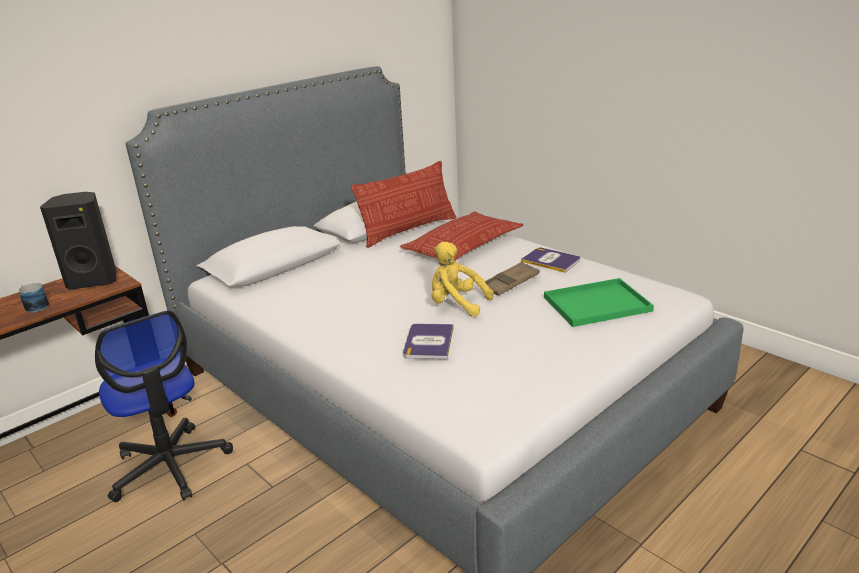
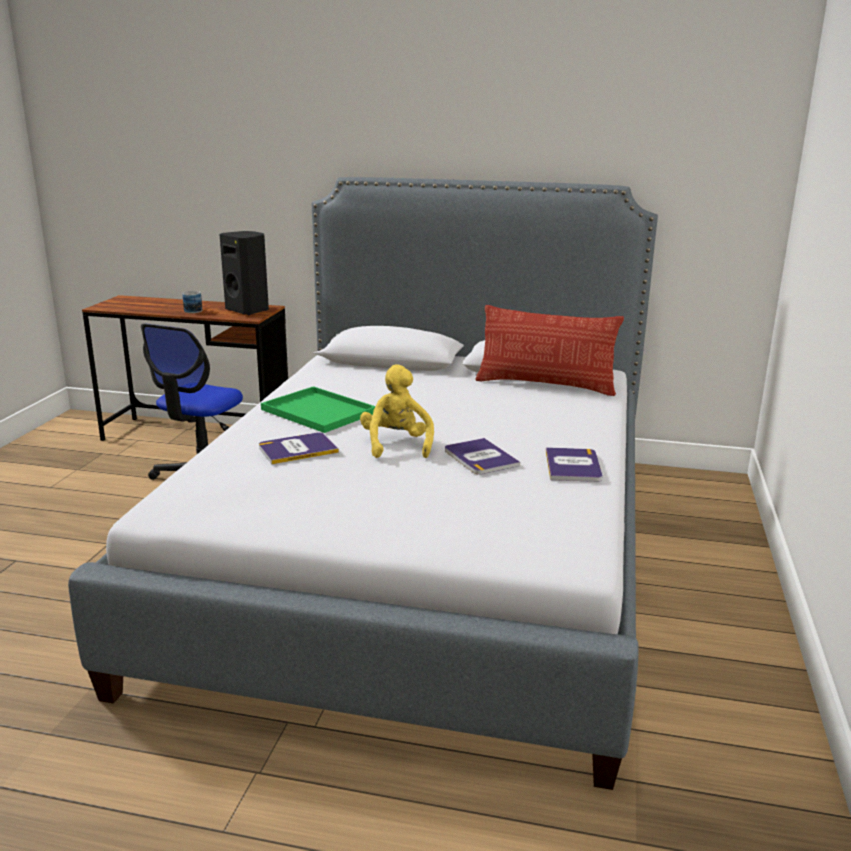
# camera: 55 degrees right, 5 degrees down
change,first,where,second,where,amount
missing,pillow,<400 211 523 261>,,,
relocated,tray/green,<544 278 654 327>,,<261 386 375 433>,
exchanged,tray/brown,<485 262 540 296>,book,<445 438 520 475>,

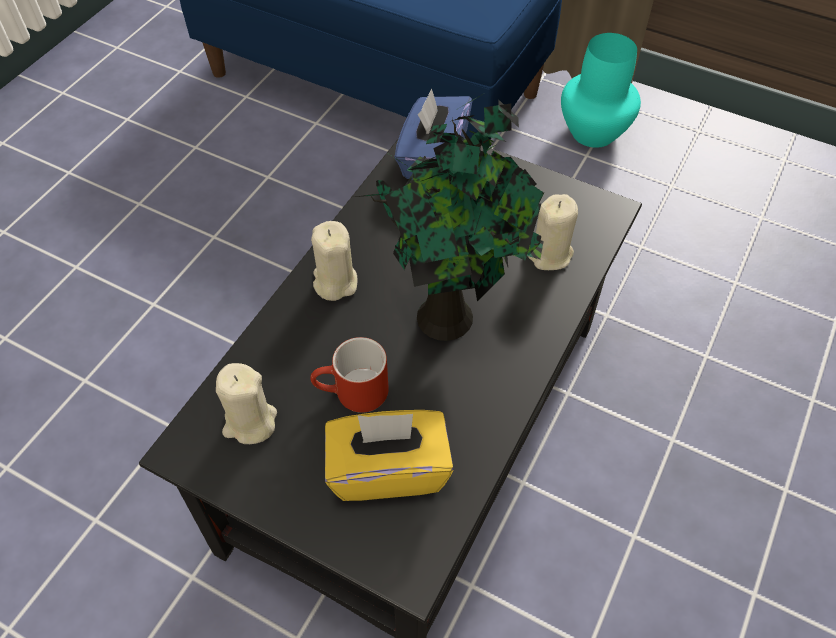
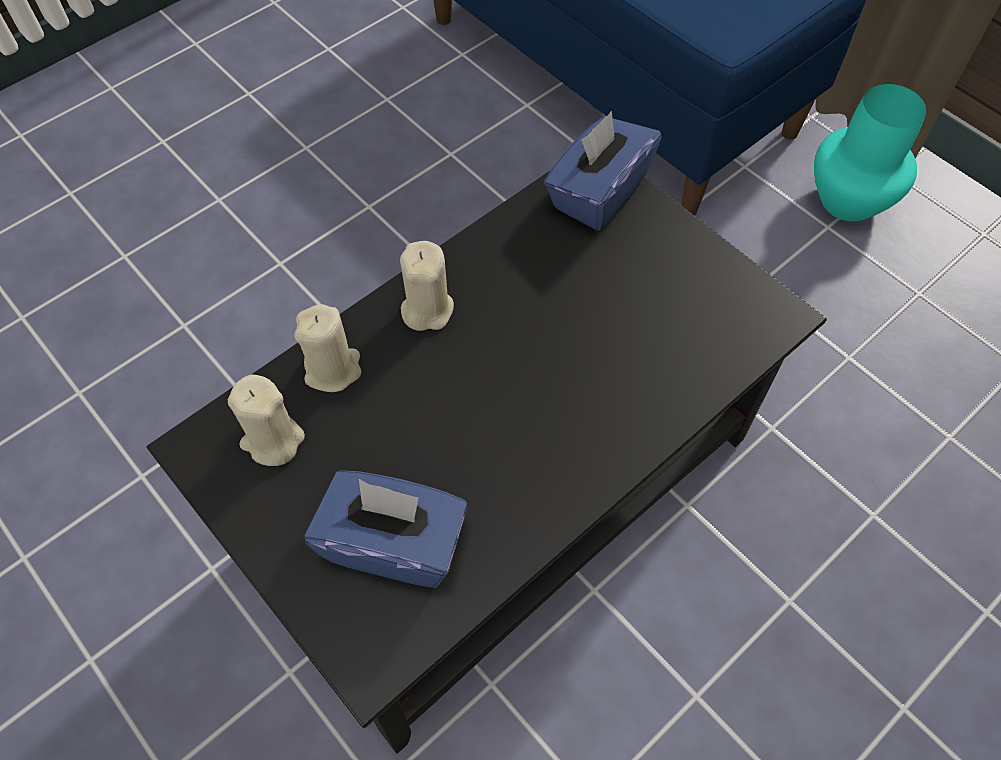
# camera: 20 degrees right, 5 degrees up
change,first,where,second,where,amount
missing,mug/red,<310 337 389 413>,,,
missing,potted plant,<356 94 544 341>,,,
relocated,candle/beige,<528 194 578 270>,,<294 304 362 392>,
colour,tissue box/yellow,<325 410 454 501>,tissue box/blue,<305 470 468 588>,

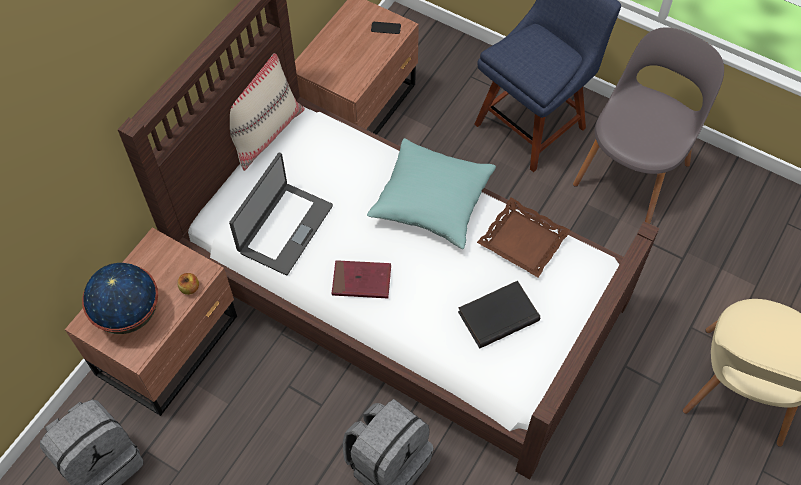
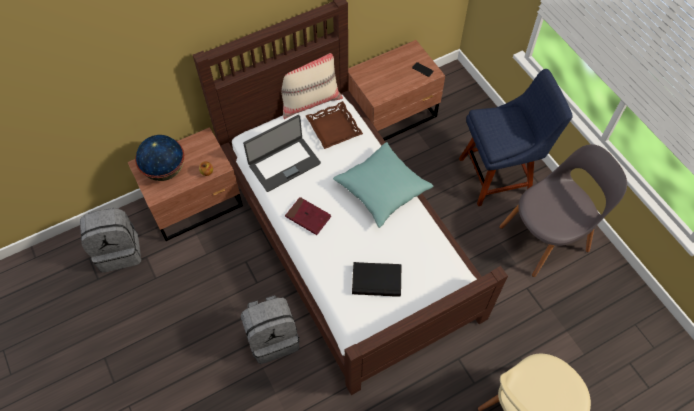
# camera: 30 degrees right, 0 degrees up
change,first,where,second,where,amount
relocated,tray/brown,<477 198 571 277>,,<306 101 363 149>,

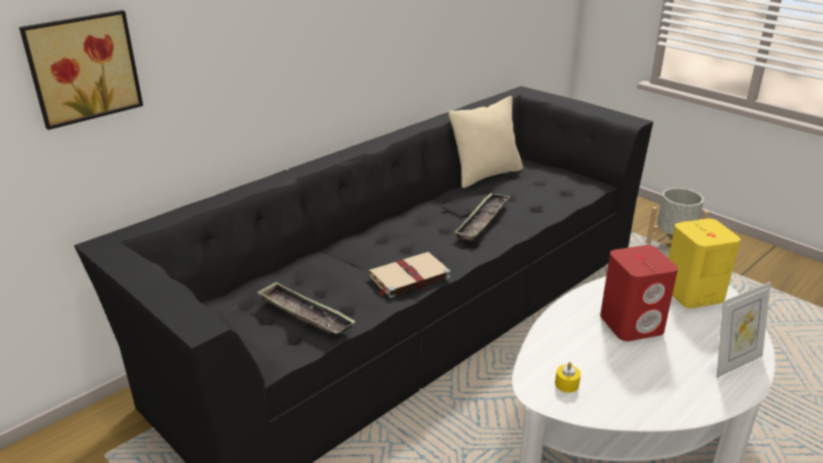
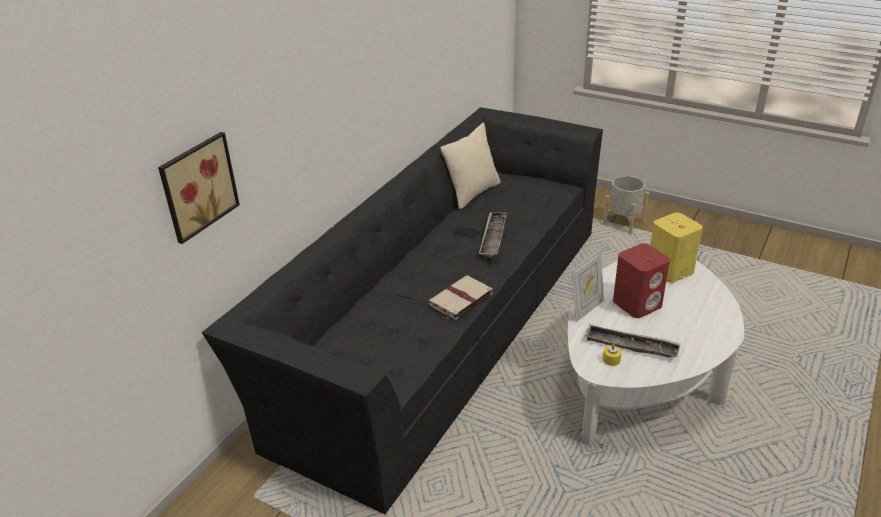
# camera: 15 degrees left, 5 degrees up
change,first,where,second,where,amount
relocated,tray,<257 281 356 334>,,<585 324 681 358>,
relocated,picture frame,<717 282 771 378>,,<572 250 604 322>,

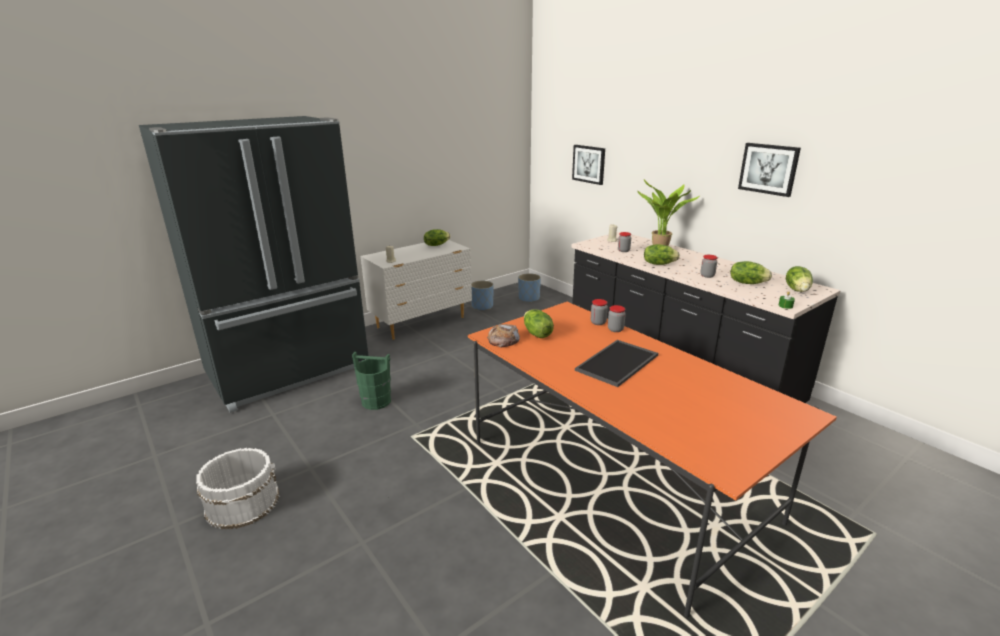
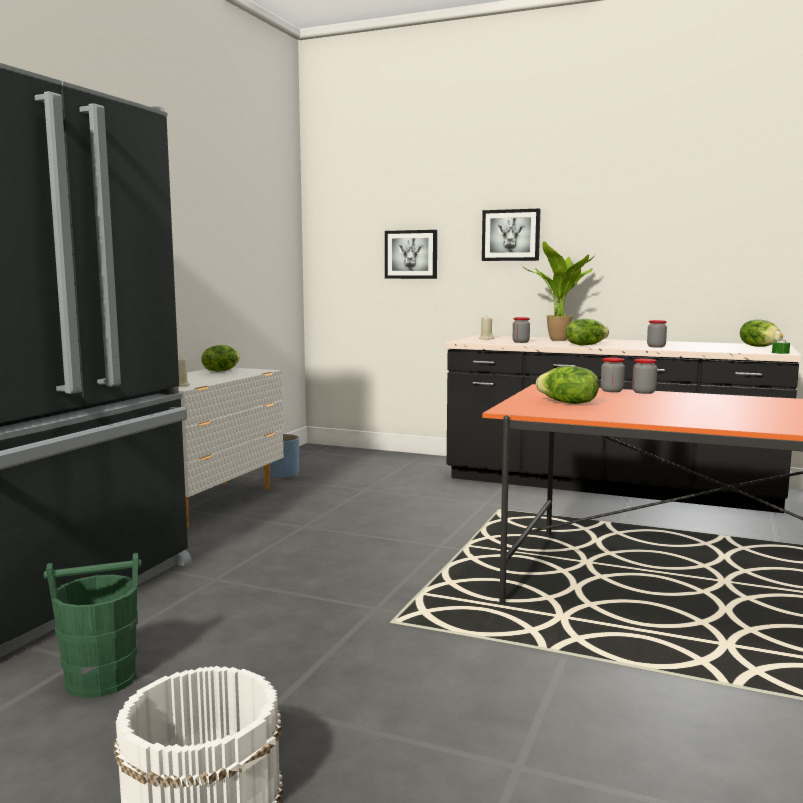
# camera: 30 degrees left, 15 degrees down
change,first,where,second,where,amount
missing,bread,<487 324 520 348>,,,
missing,planter/blue,<518 273 541 303>,,,
missing,tray,<575 340 658 387>,,,
missing,lettuce,<731 261 772 284>,,,
relocated,bucket/green,<352 352 391 410>,,<44 553 142 698>,
relocated,picture,<738 143 801 197>,,<482 208 540 261>,

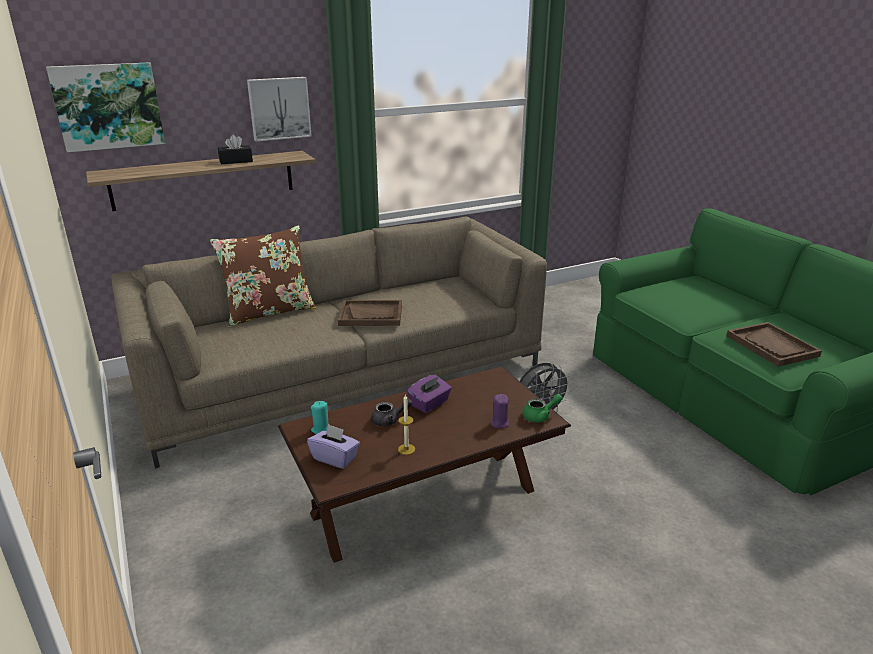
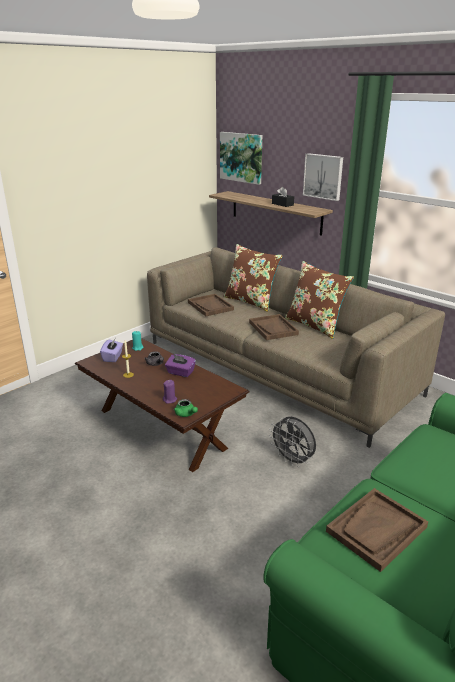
# camera: 70 degrees right, 0 degrees up
change,first,where,second,where,amount
appeared,,,tray/brown,<188 294 234 316>,
appeared,,,pillow/brown,<285 261 354 339>,

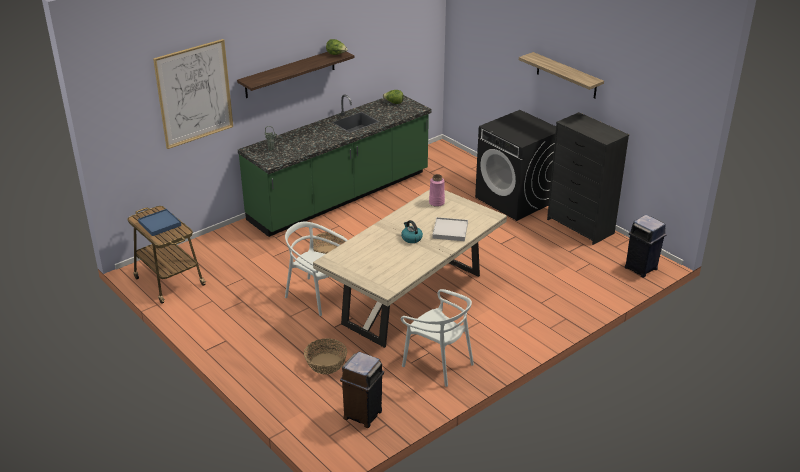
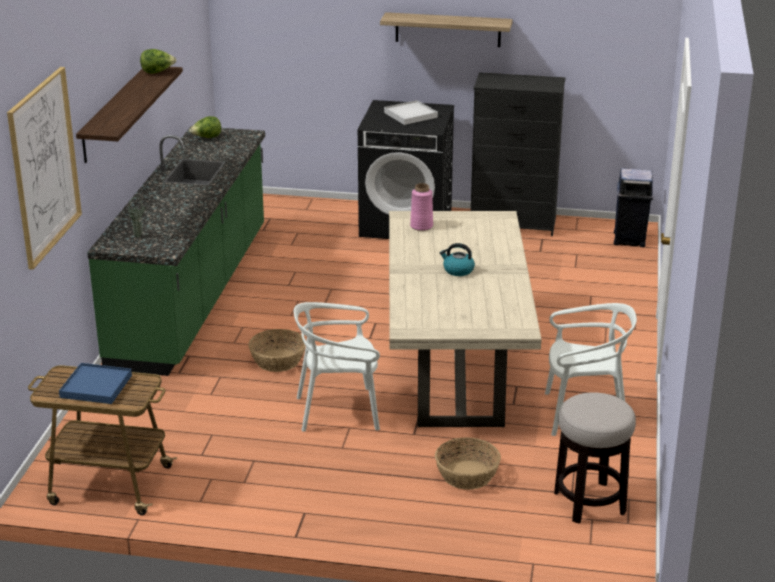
# camera: 40 degrees left, 5 degrees down
change,first,where,second,where,amount
relocated,tray/white,<432 217 468 241>,,<384 100 438 125>,
exchanged,trash can/brown,<340 352 384 428>,stool,<554 392 636 524>,

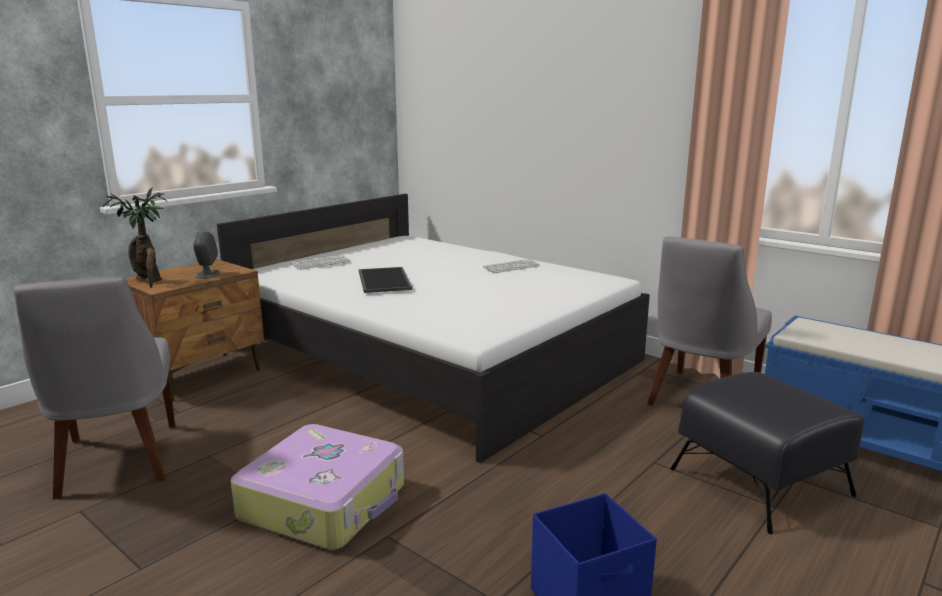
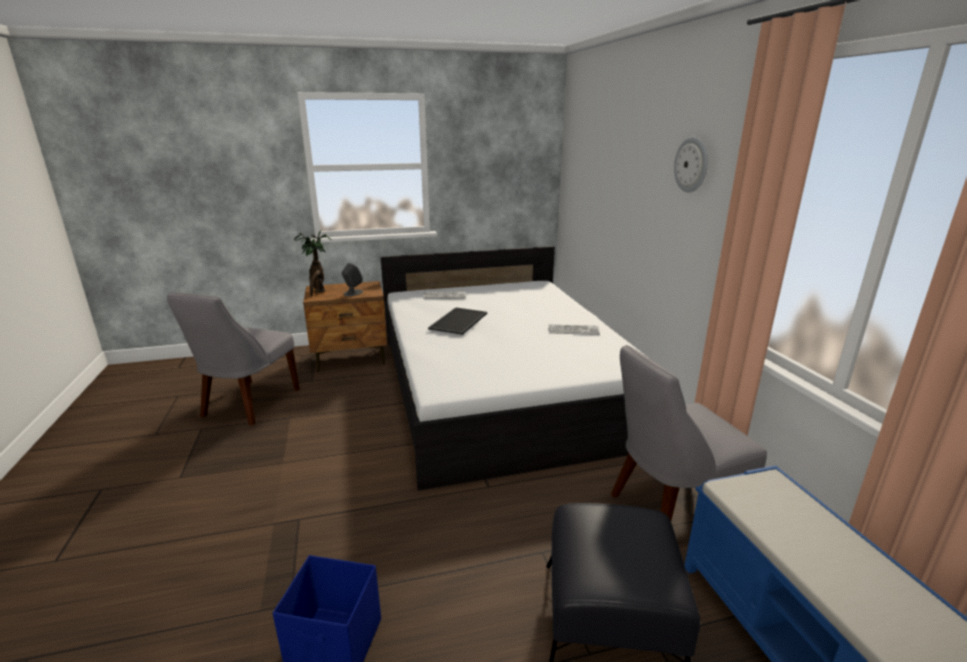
# camera: 35 degrees right, 5 degrees up
change,first,where,second,where,amount
missing,suitcase,<231 424 404 550>,,,
appeared,,,wall clock,<674 137 708 193>,

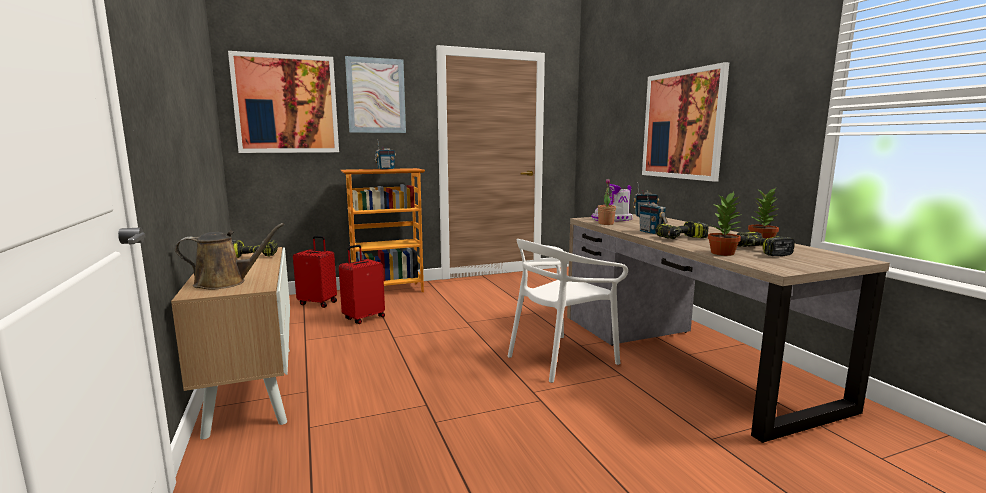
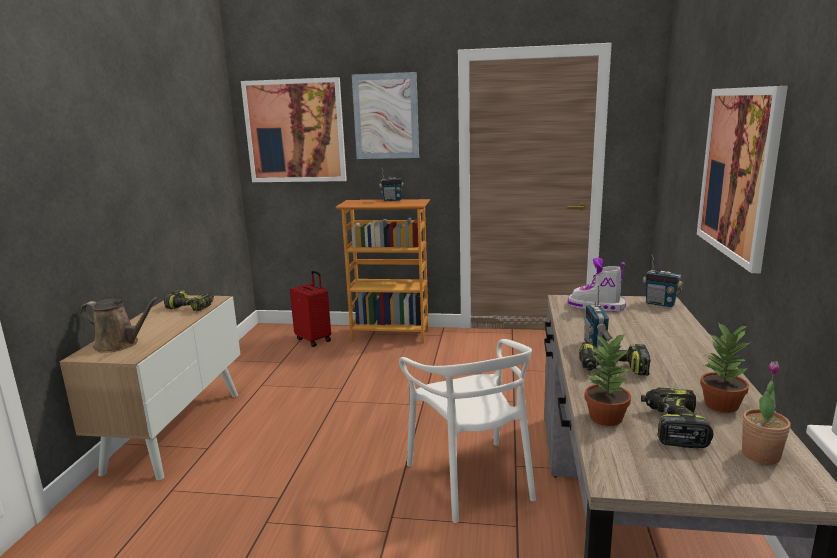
# camera: 30 degrees right, 5 degrees up
change,first,where,second,where,amount
missing,suitcase/red,<339 245 385 324>,,,
relocated,potted plant,<598 179 616 225>,,<742 361 791 465>,
spun,chair/white,<508 239 628 383>,,<399 339 536 523>,105 degrees counterclockwise

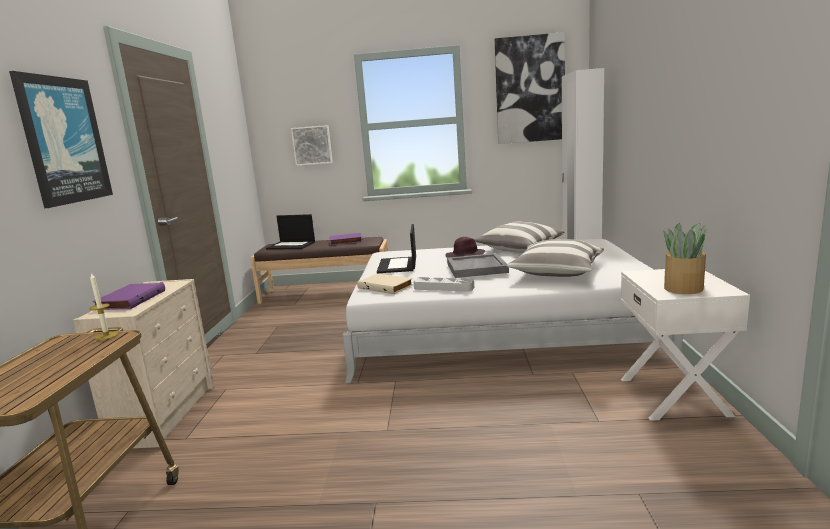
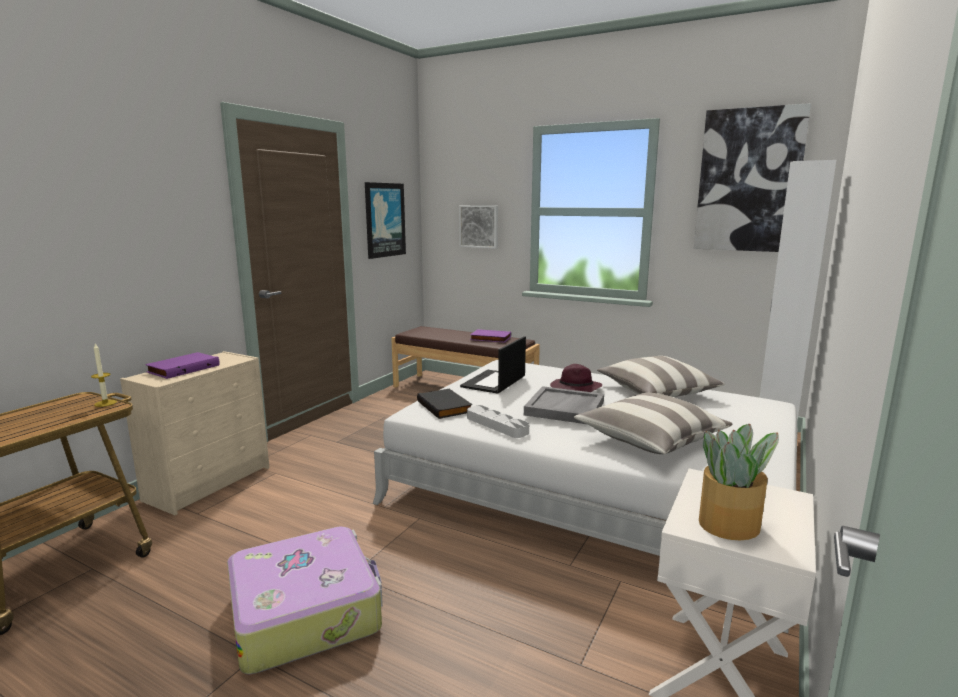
# camera: 25 degrees right, 0 degrees up
change,first,where,second,where,amount
missing,laptop,<266 214 315 249>,,,
appeared,,,suitcase,<227 527 383 674>,
relocated,picture,<9 71 113 208>,,<365 182 406 259>,
colour,book/beige,<357 273 413 294>,book/black,<417 389 472 419>,

